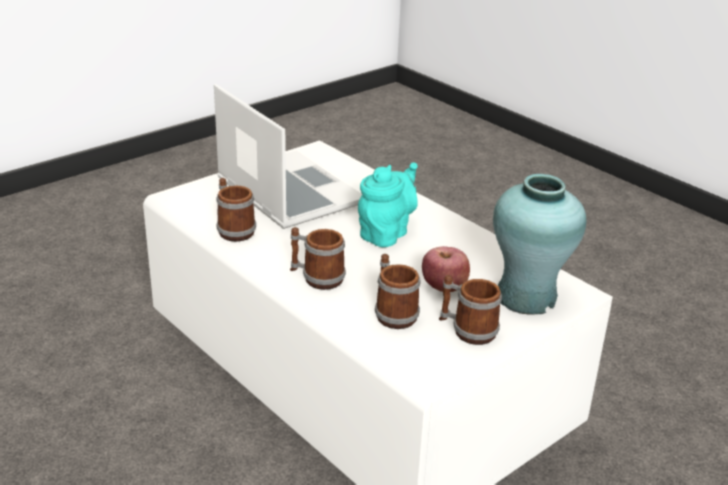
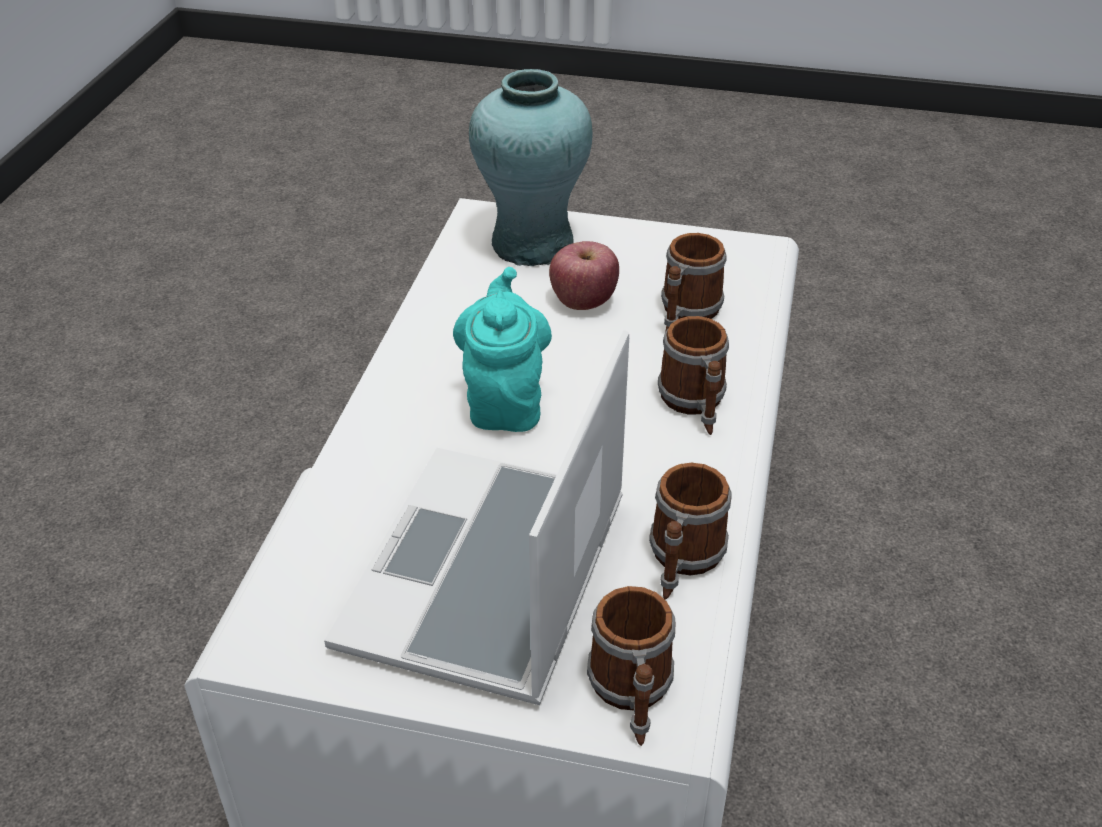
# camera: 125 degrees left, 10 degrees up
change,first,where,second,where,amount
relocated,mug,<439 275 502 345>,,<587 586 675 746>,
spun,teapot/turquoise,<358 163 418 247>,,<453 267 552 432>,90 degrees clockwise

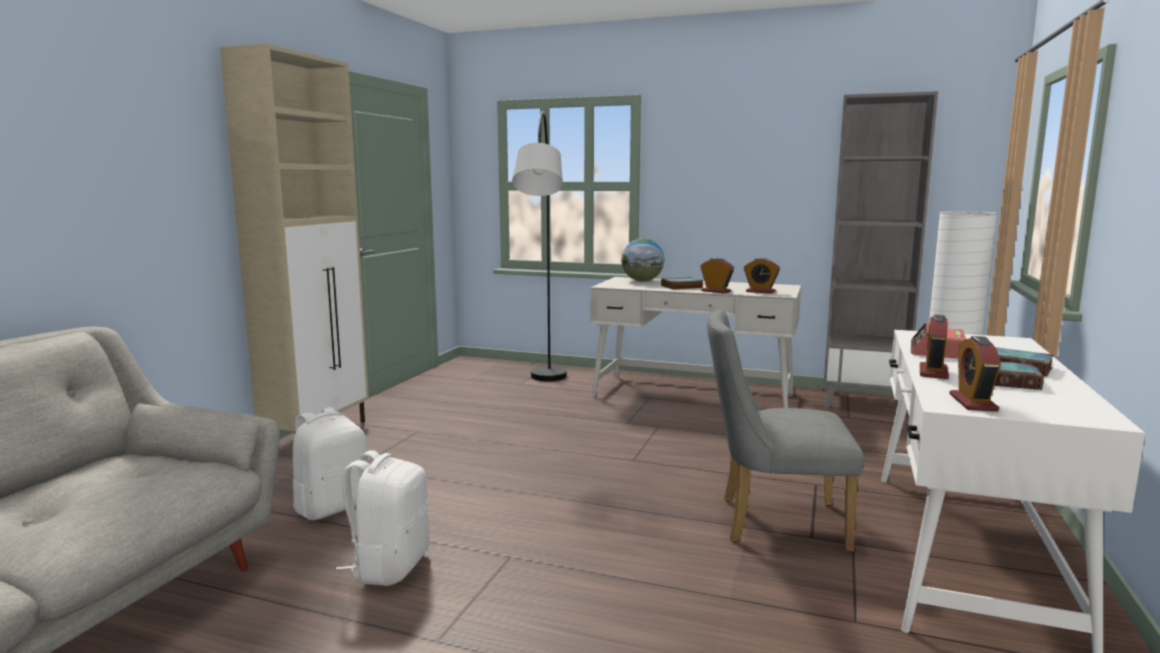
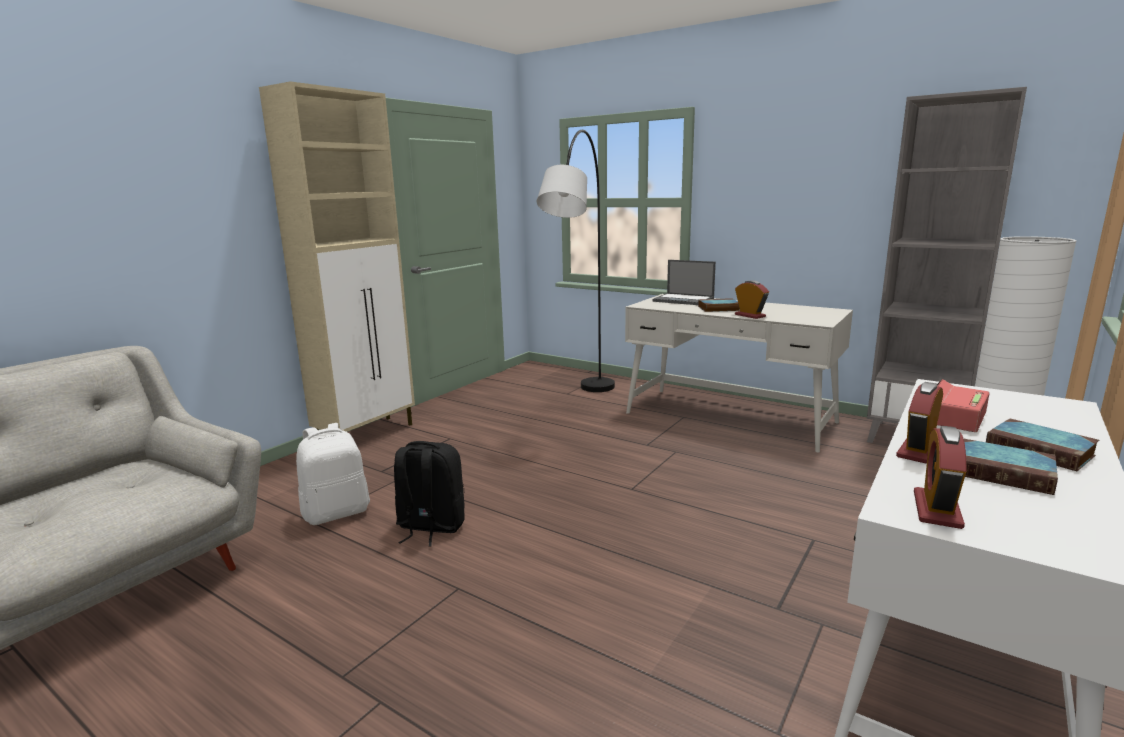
# camera: 15 degrees right, 5 degrees up
change,first,where,second,where,amount
missing,backpack/white,<336 450 429 586>,,,
missing,chair/grey,<707 309 864 552>,,,
missing,alarm clock,<744 258 780 294>,,,
appeared,,,backpack/black,<394 441 465 547>,
exchanged,globe,<621 238 664 281>,laptop,<653 260 716 305>,

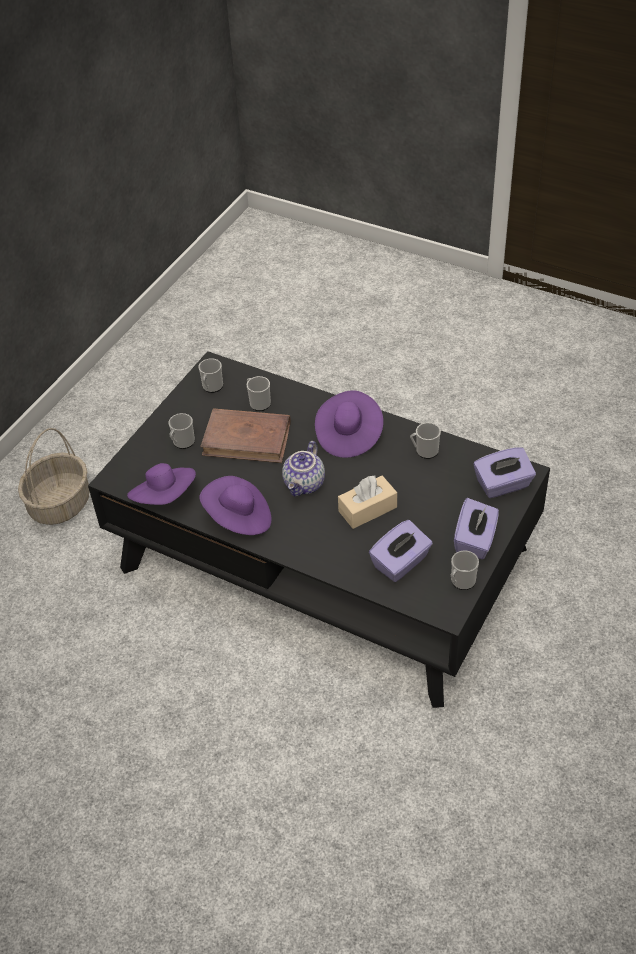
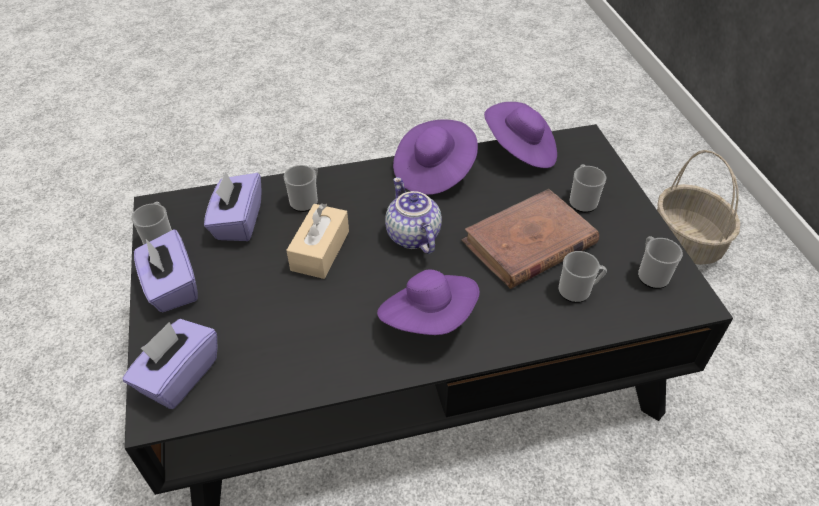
# camera: 135 degrees right, 0 degrees up
change,first,where,second,where,amount
relocated,mug,<410 422 441 459>,,<284 165 318 212>,

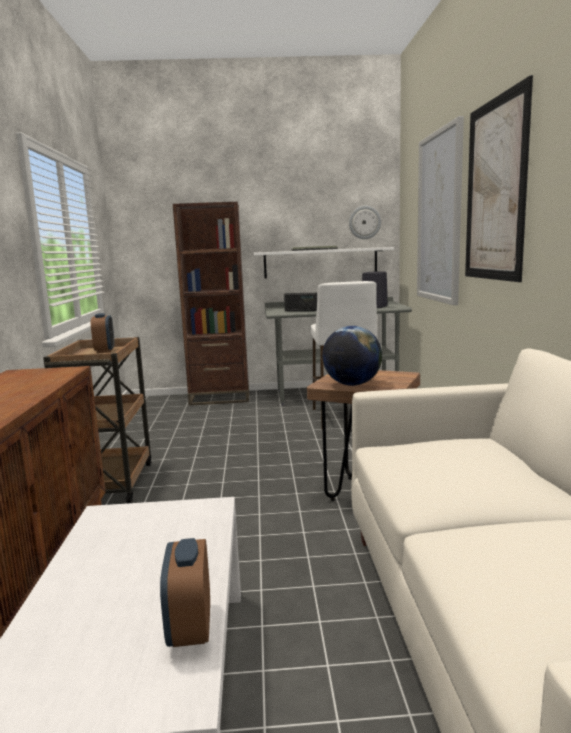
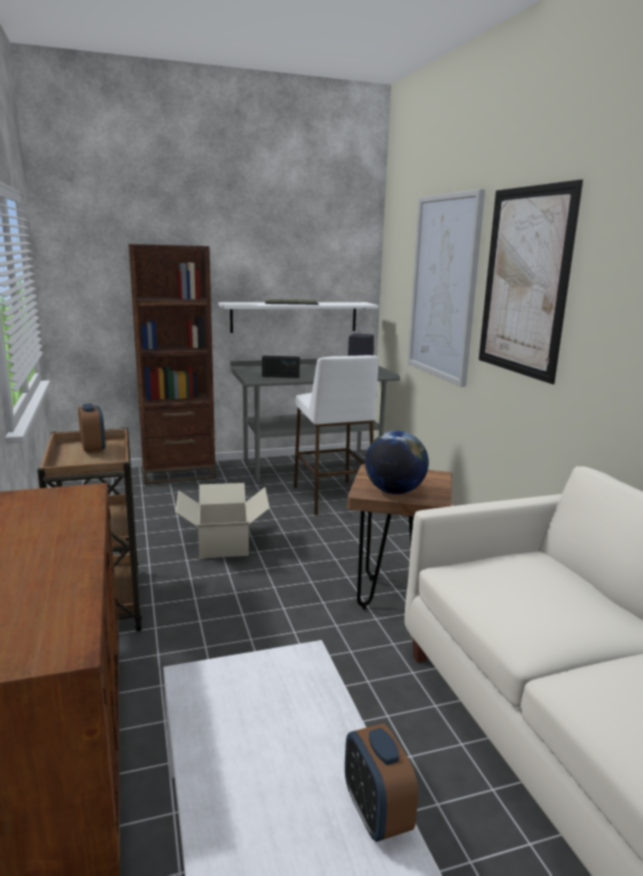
# camera: 15 degrees left, 5 degrees up
change,first,where,second,where,amount
missing,wall clock,<349 206 381 239>,,,
appeared,,,cardboard box,<176 483 270 558>,

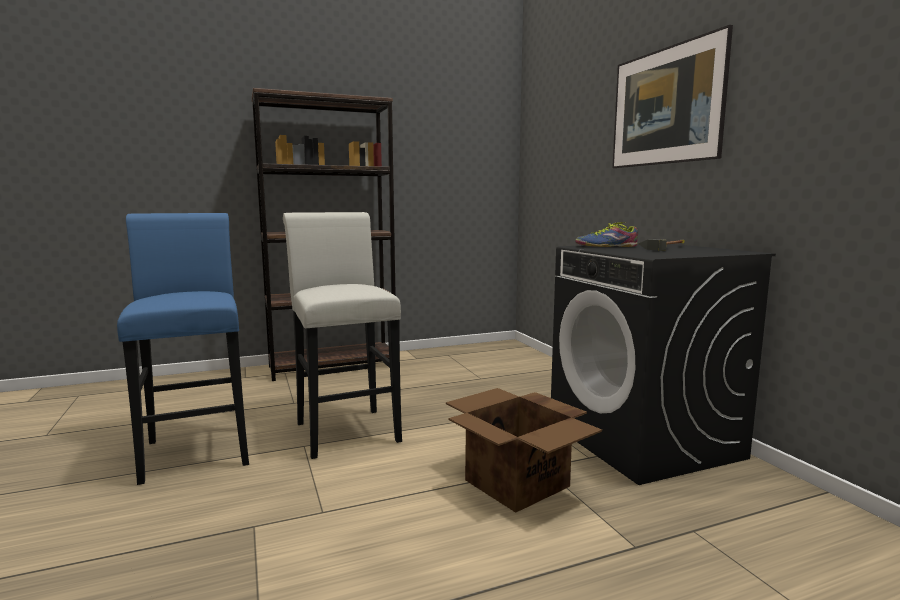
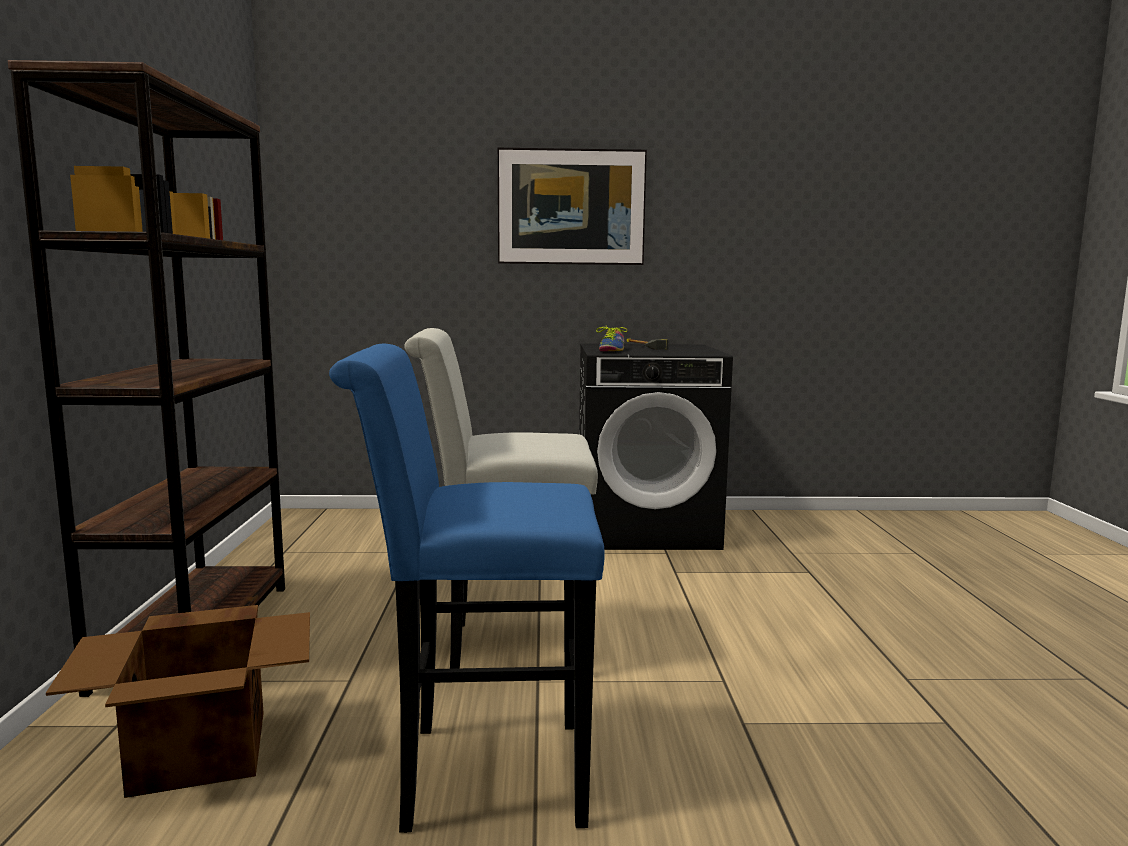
# camera: 70 degrees left, 0 degrees up
change,first,where,second,where,amount
relocated,cardboard box,<446 388 602 513>,,<46 605 310 798>,

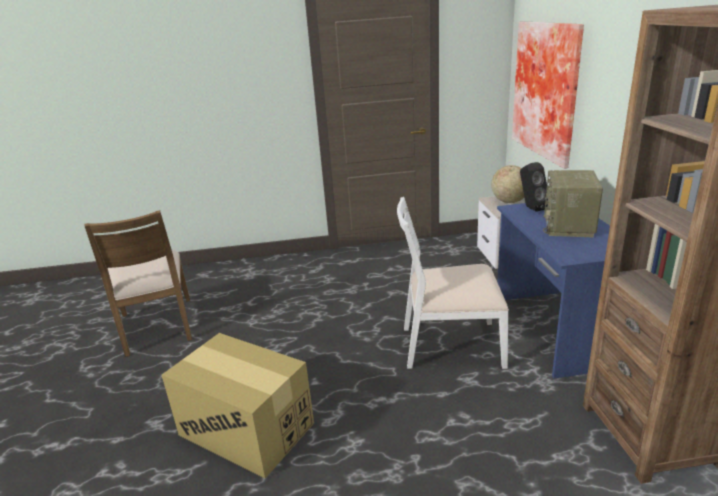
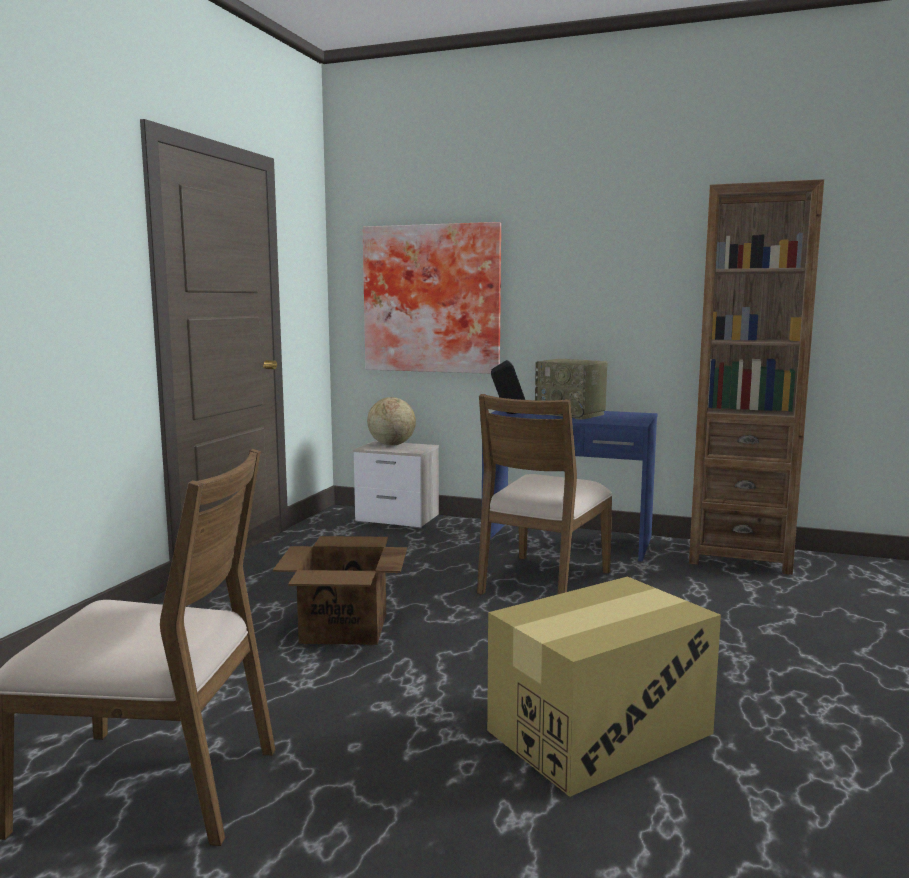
# camera: 65 degrees left, 15 degrees down
change,first,where,second,where,amount
appeared,,,cardboard box,<273 536 407 645>,
colour,chair/white,<397 197 509 369>,chair/brown,<477 394 613 595>,

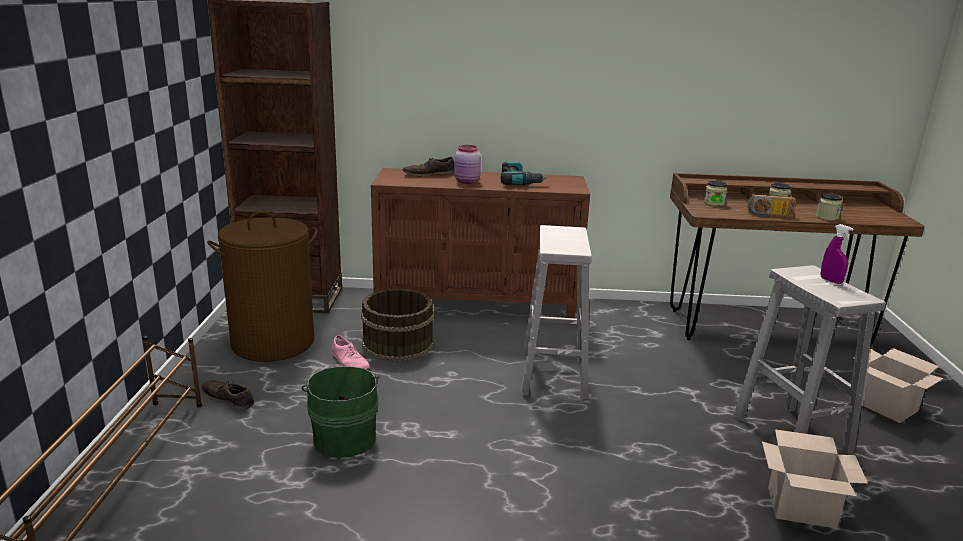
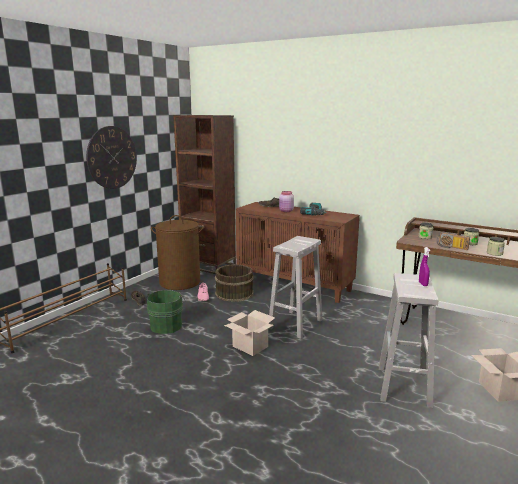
# camera: 30 degrees right, 5 degrees down
change,first,where,second,where,amount
appeared,,,wall clock,<86 126 137 189>,
relocated,cardboard box,<762 429 868 529>,,<224 310 275 356>,

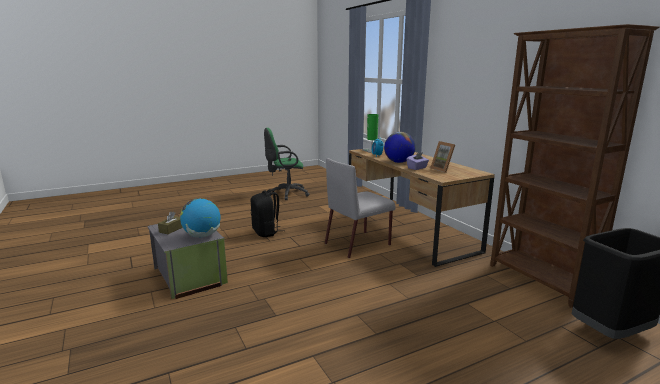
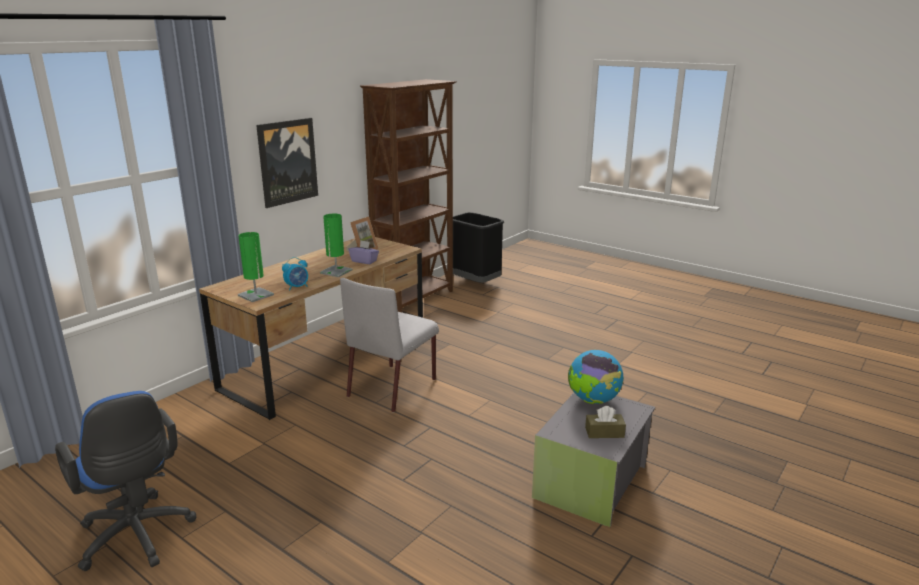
# camera: 115 degrees left, 5 degrees up
change,first,where,second,where,amount
missing,backpack/black,<251 189 285 237>,,,
appeared,,,picture,<256 118 318 208>,
exchanged,globe,<384 132 416 163>,table lamp/green,<320 214 353 277>,
colour,office chair/green,<264 128 310 200>,office chair/blue,<55 391 196 571>,
spun,chair/grey,<325 158 396 258>,,<340 278 439 412>,90 degrees clockwise

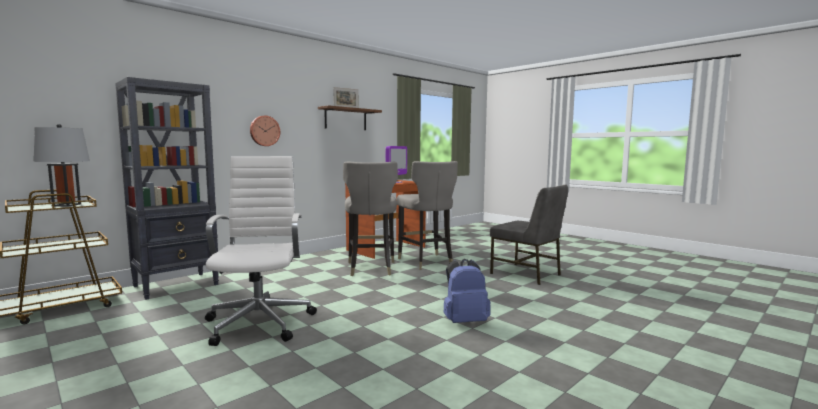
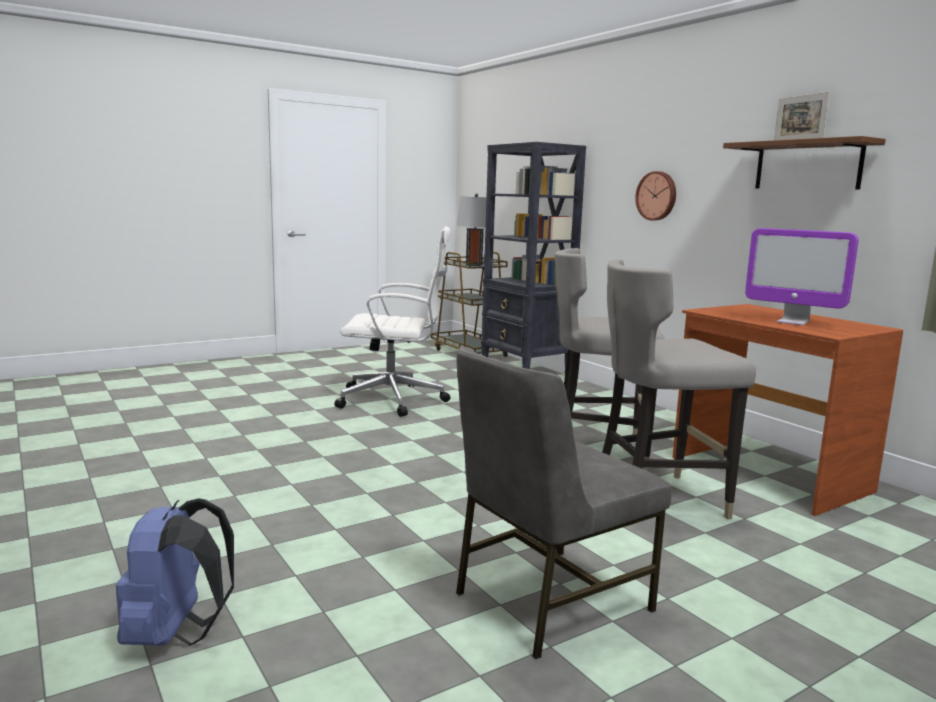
# camera: 100 degrees right, 5 degrees up
change,first,where,second,where,amount
relocated,backpack/blue,<444 259 491 323>,,<116 498 234 646>,

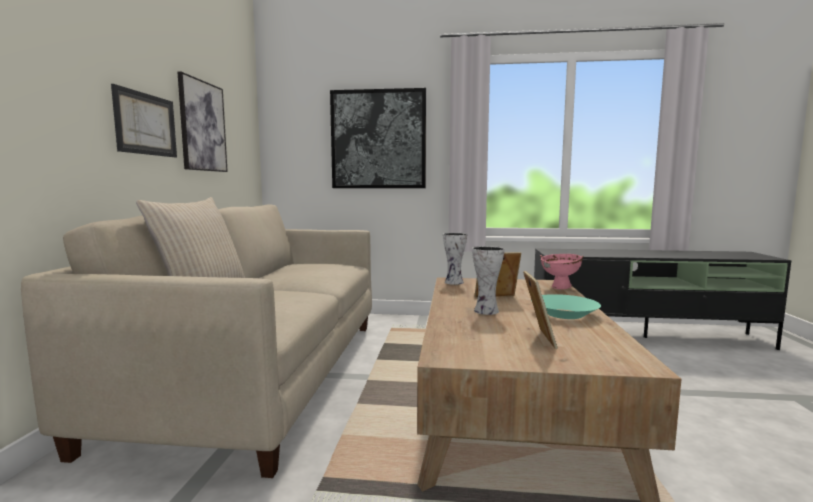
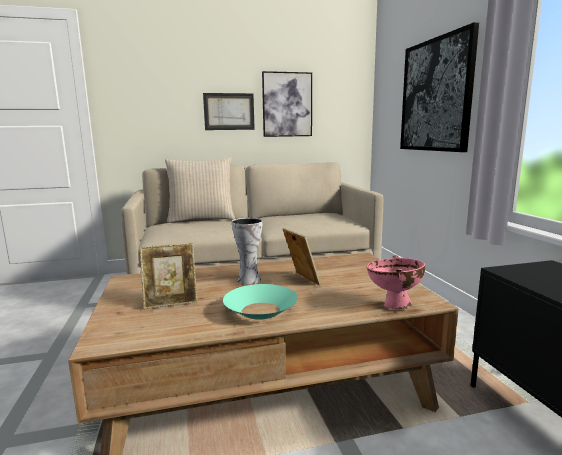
# camera: 70 degrees right, 5 degrees up
change,first,where,second,where,amount
missing,vase,<443 233 467 285>,,,

